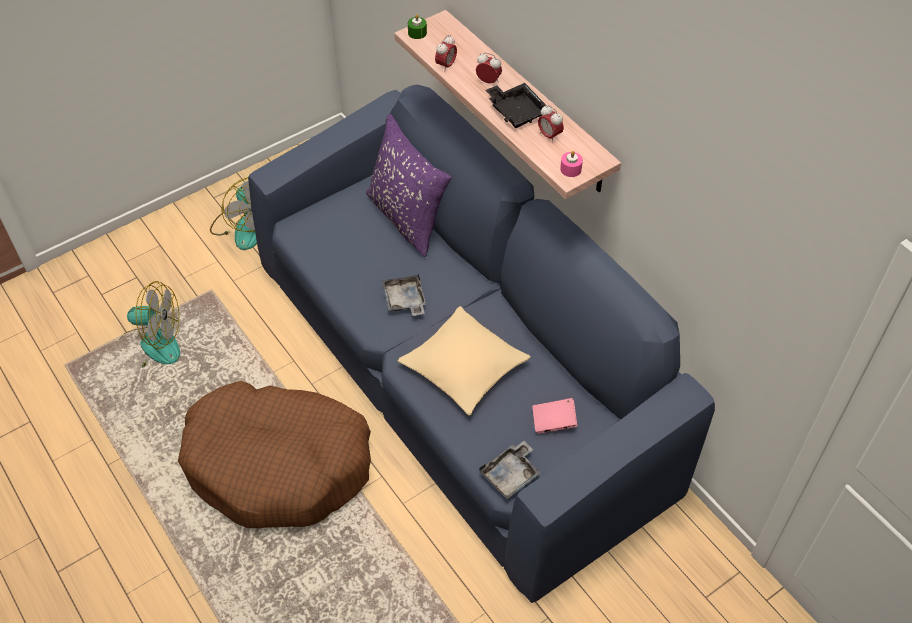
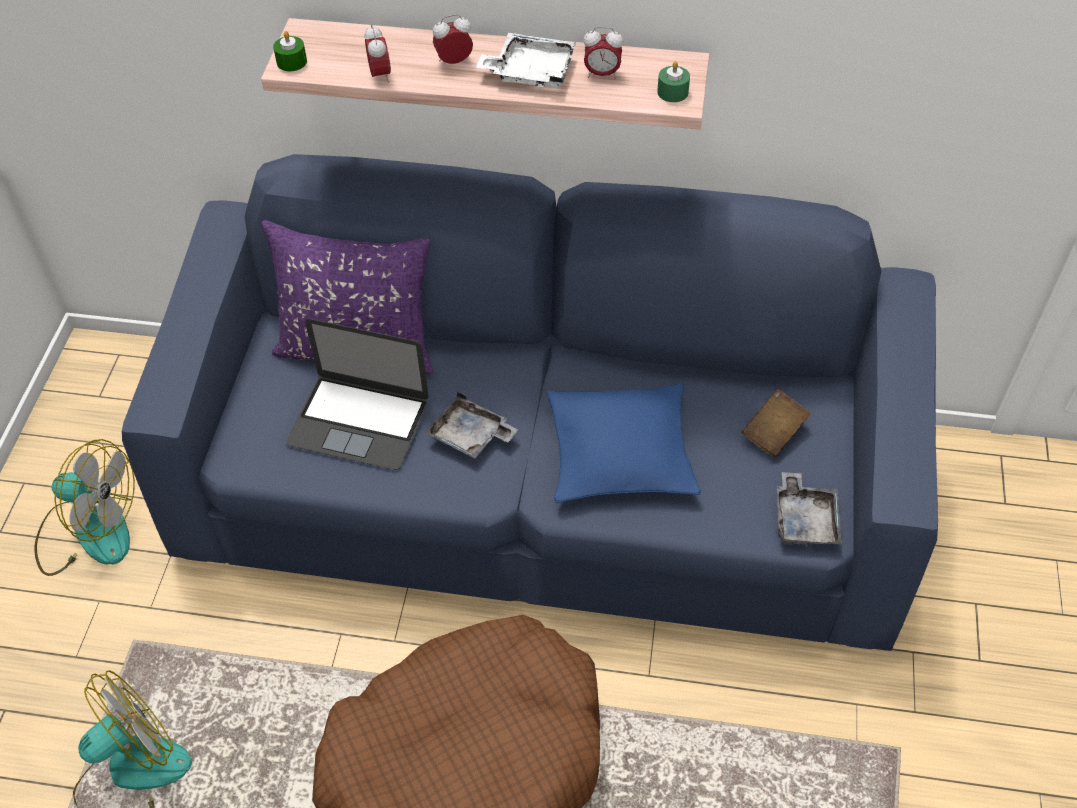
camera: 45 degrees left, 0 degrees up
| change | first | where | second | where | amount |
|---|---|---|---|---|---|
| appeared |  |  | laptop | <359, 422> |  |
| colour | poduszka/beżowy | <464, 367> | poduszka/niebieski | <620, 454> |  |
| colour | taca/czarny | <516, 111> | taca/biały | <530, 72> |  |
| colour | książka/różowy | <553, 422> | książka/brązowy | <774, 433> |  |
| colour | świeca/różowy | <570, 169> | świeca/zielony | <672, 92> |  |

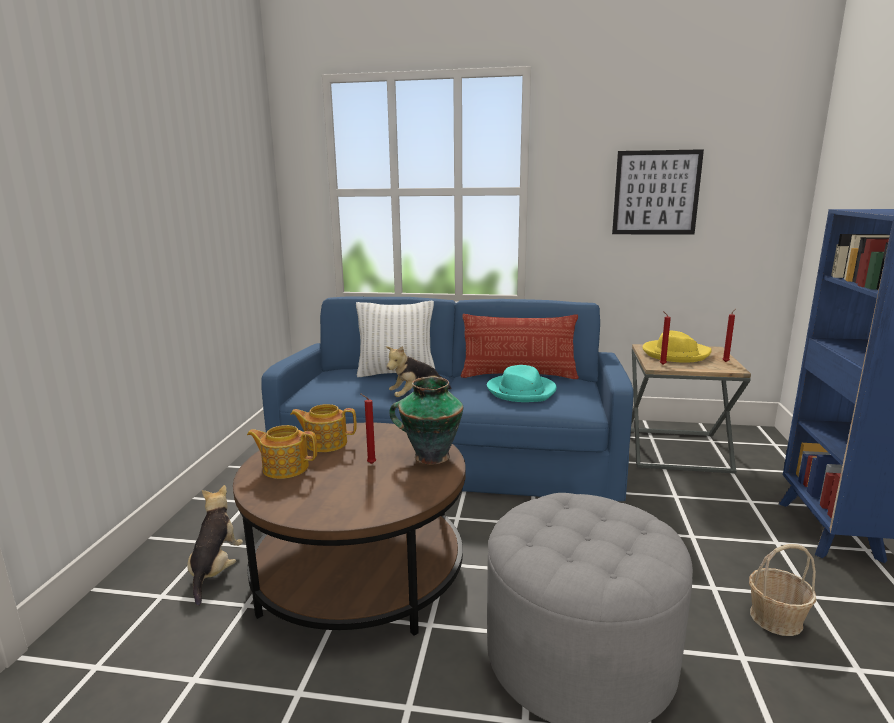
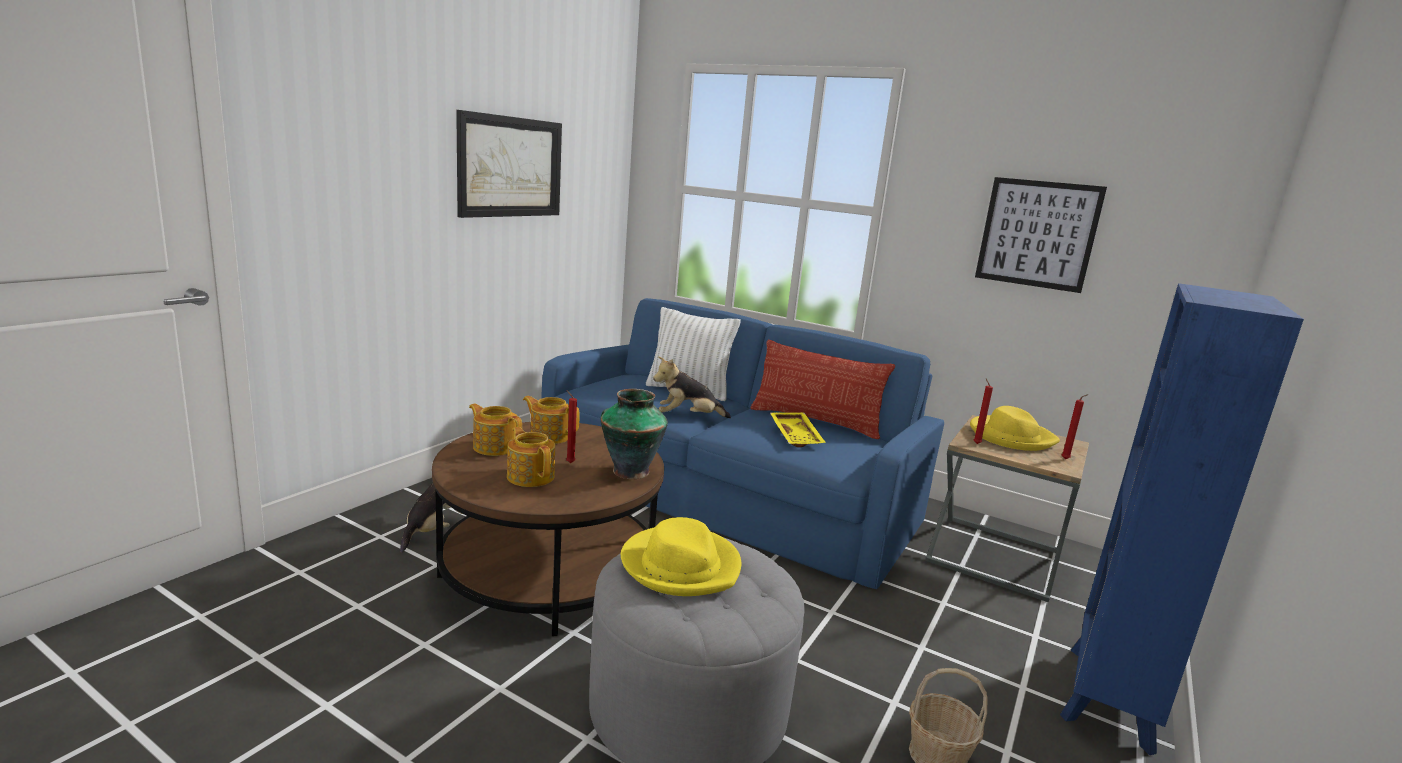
camera: 20 degrees right, 0 degrees up
| change | first | where | second | where | amount |
|---|---|---|---|---|---|
| appeared |  |  | obraz | <510, 167> |  |
| appeared |  |  | imbryk | <531, 476> |  |
| appeared |  |  | kapelusz/żółty | <681, 565> |  |
| exchanged | kapelusz/turkusowy | <521, 391> | taca/żółty | <797, 436> |  |

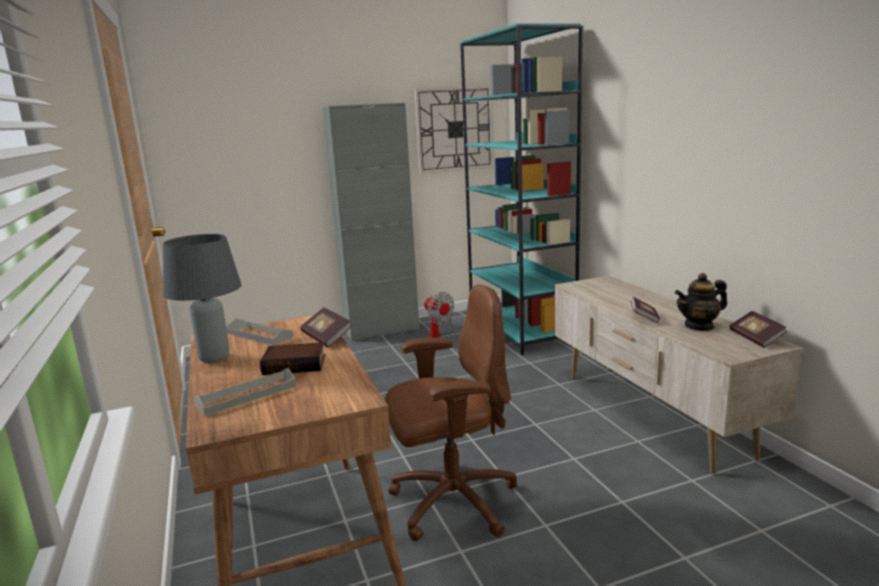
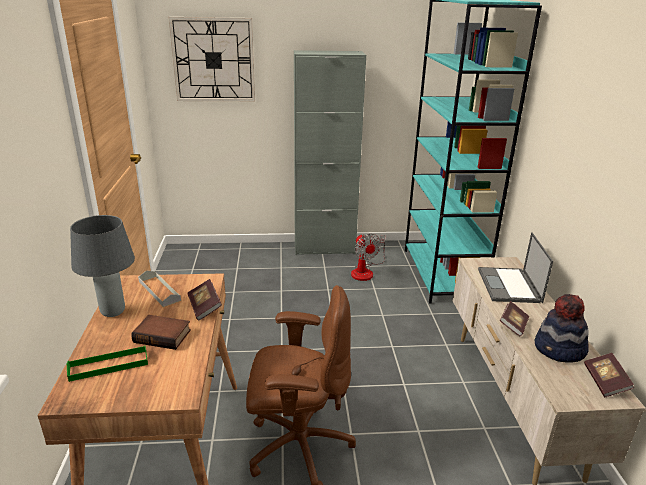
camera: 15 degrees right, 10 degrees up
| change | first | where | second | where | amount |
|---|---|---|---|---|---|
| appeared |  |  | laptop | <509, 286> |  |
| relocated | zegar ścienny | <454, 129> |  | <213, 60> |  |
| exchanged | imbryk | <699, 326> | kapelusz | <559, 350> |  |
| colour | taca/szary | <247, 396> | taca/zielony | <109, 365> |  |

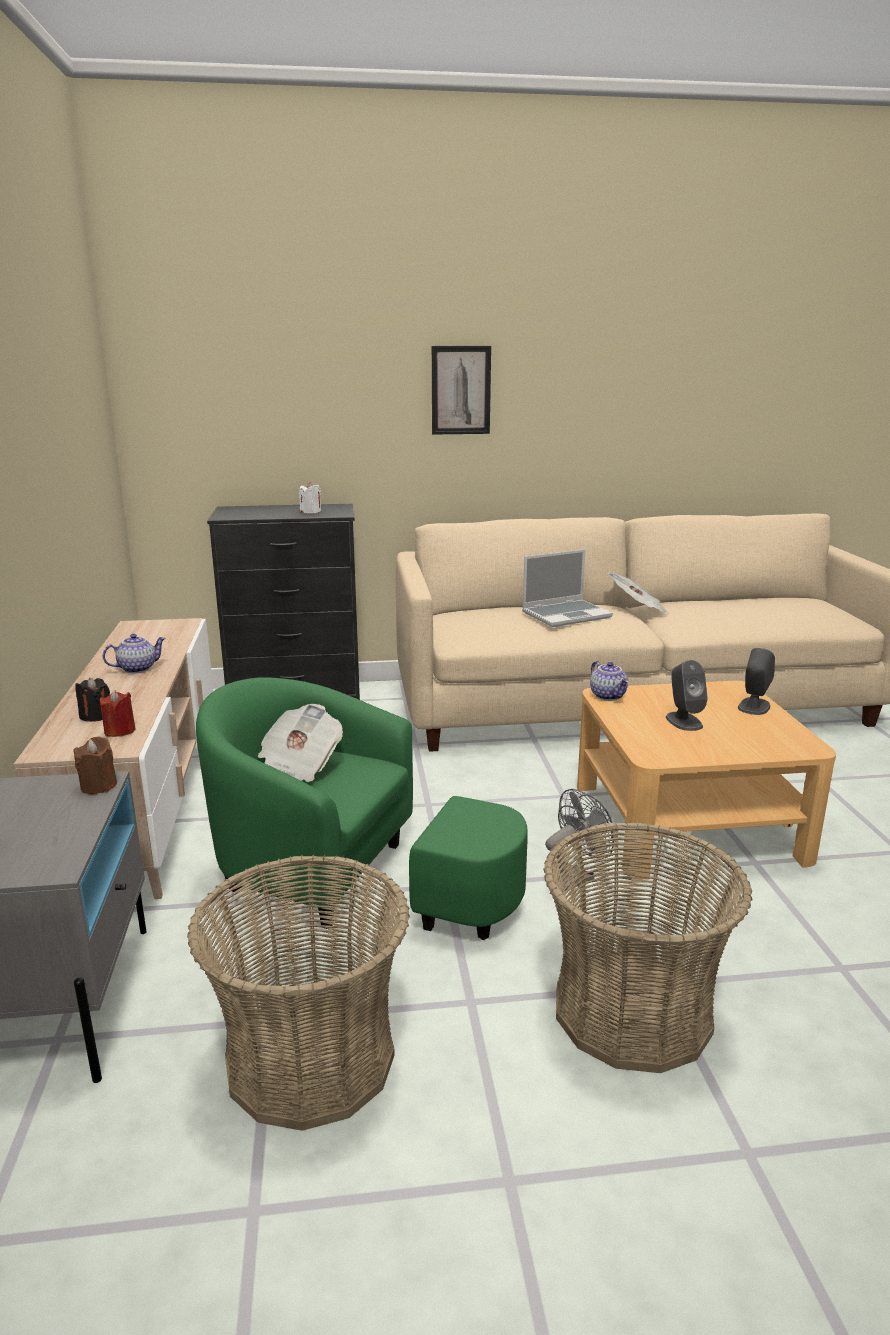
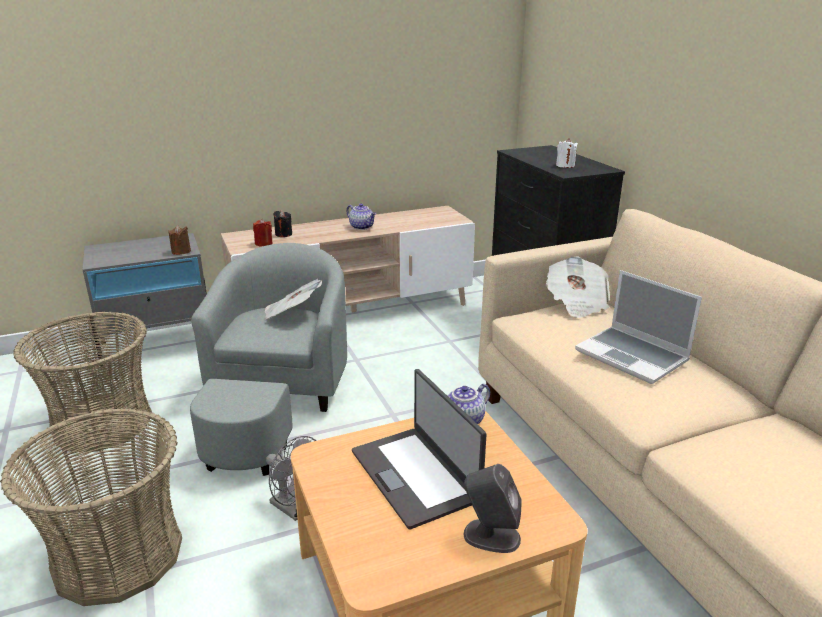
camera: 75 degrees right, 5 degrees up
| change | first | where | second | where | amount |
|---|---|---|---|---|---|
| missing | obraz | <461, 390> |  |  |  |
| relocated | gazeta | <638, 609> |  | <576, 303> |  |
| exchanged | głośnik/szary | <683, 721> | laptop | <415, 475> |  |
| colour | fotel/zielony | <347, 879> | fotel/szary | <277, 399> |  |

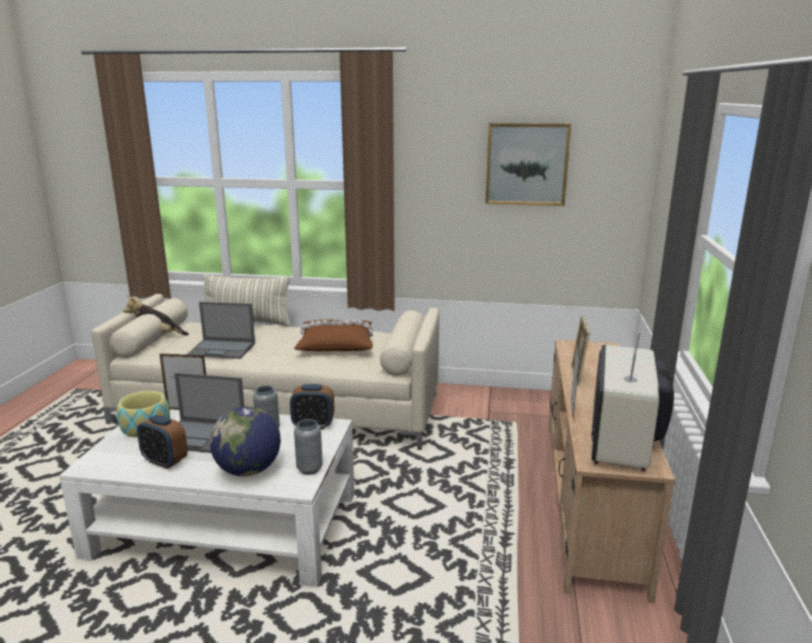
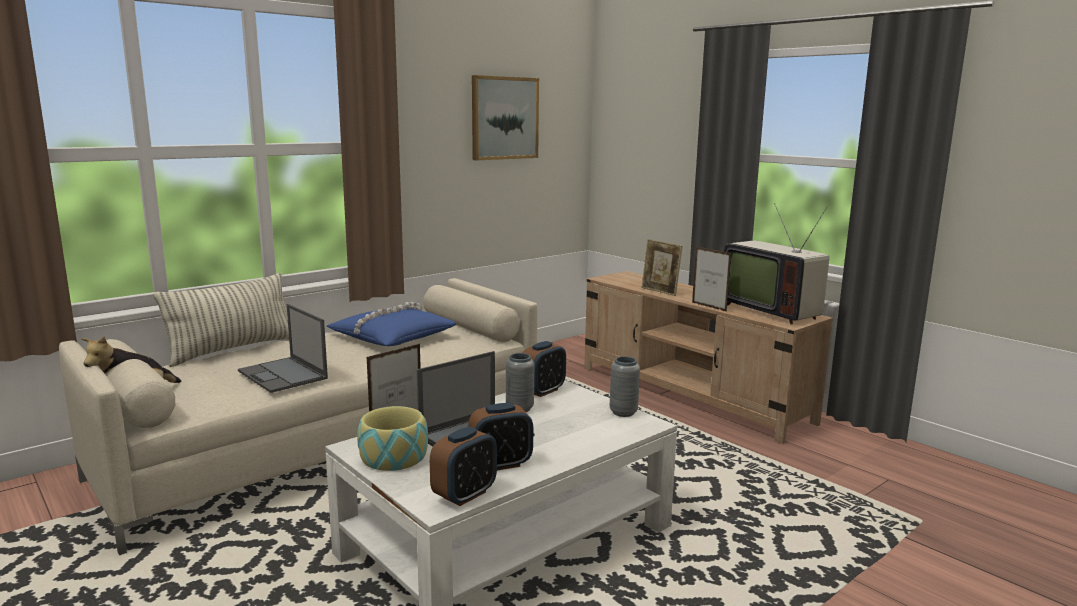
camera: 50 degrees left, 5 degrees down
| change | first | where | second | where | amount |
|---|---|---|---|---|---|
| missing | globus | <248, 470> |  |  |  |
| appeared |  |  | budzik | <464, 495> |  |
| colour | poduszka/brązowy | <336, 344> | poduszka/niebieski | <392, 337> |  |
| spun | laptop | <222, 349> |  | <283, 375> | 90 degrees clockwise |

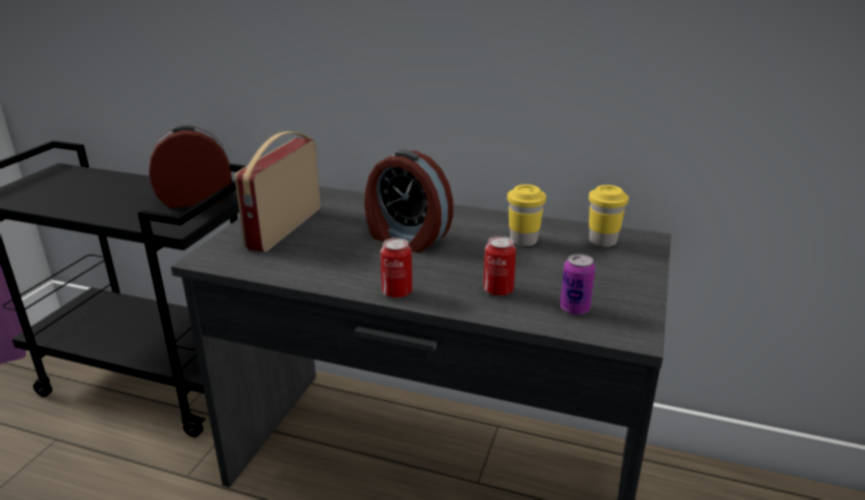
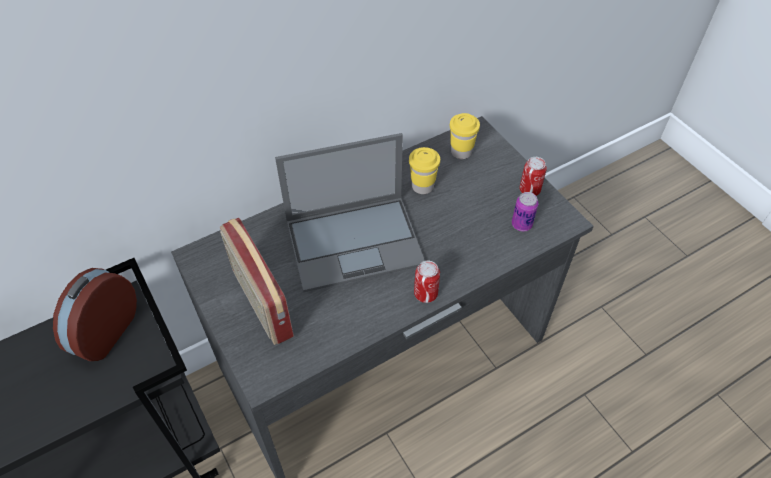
camera: 50 degrees left, 25 degrees up
| change | first | where | second | where | amount |
|---|---|---|---|---|---|
| relocated | puszka | <498, 290> |  | <529, 190> |  |
| exchanged | budzik | <406, 238> | laptop | <356, 241> |  |

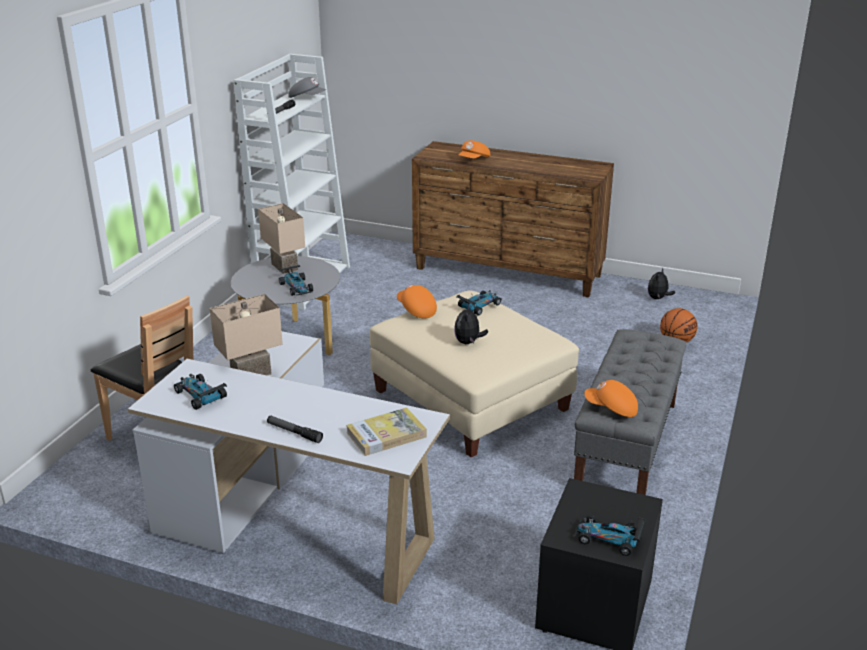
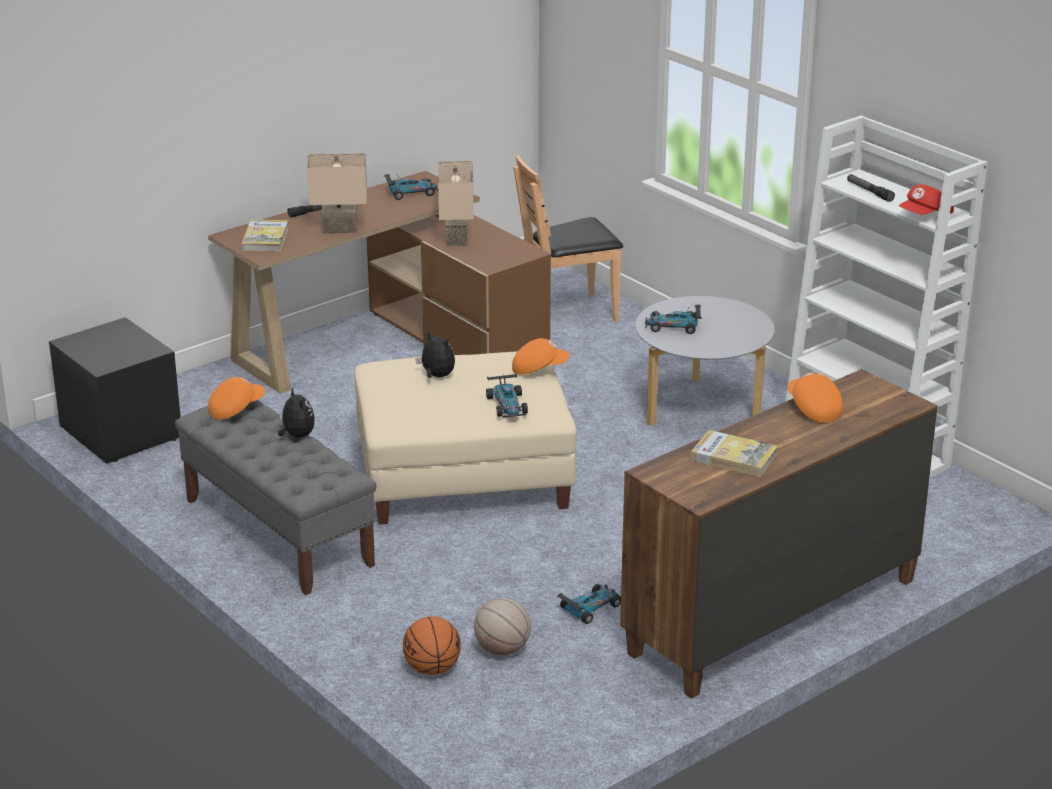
camera: 120 degrees right, 0 degrees up
| change | first | where | second | where | amount |
|---|---|---|---|---|---|
| appeared |  |  | piłka do koszykówki | <502, 650> |  |
| appeared |  |  | książka | <734, 457> |  |
| relocated | lampa stołowa/beżowy | <286, 266> |  | <339, 229> |  |
| relocated | samochodzik | <608, 539> |  | <590, 608> |  |
| relocated | pluszak | <658, 298> |  | <297, 436> |  |
| colour | biurko/biały | <288, 512> | biurko/brązowy | <390, 345> |  |
| colour | czapka z daszkiem/szary | <307, 98> | czapka z daszkiem/czerwony | <925, 216> |  |

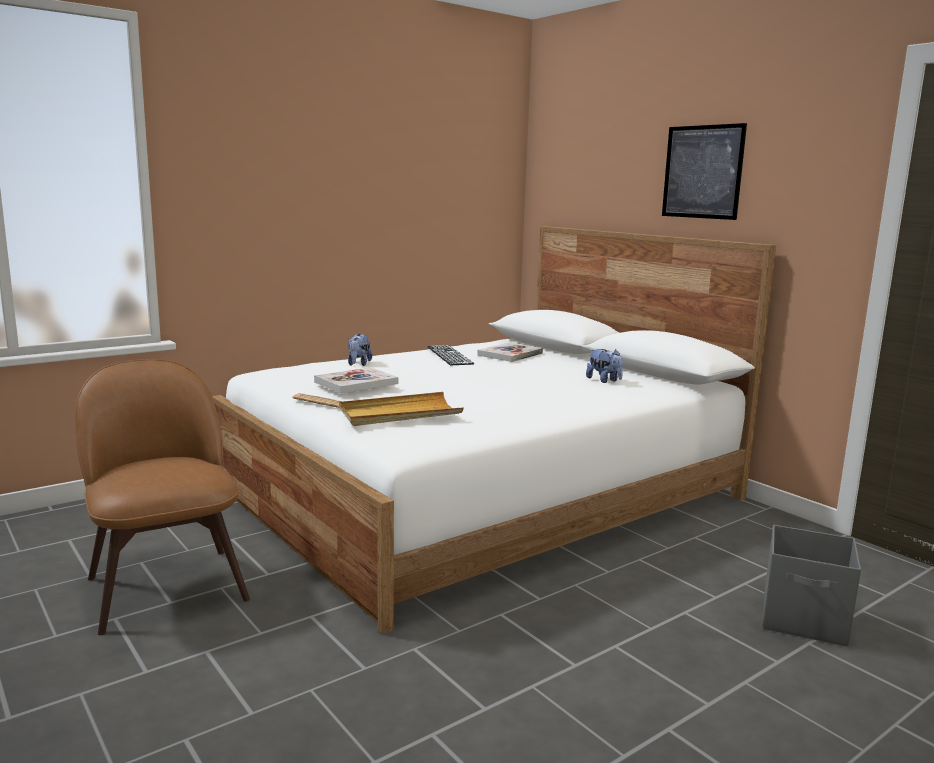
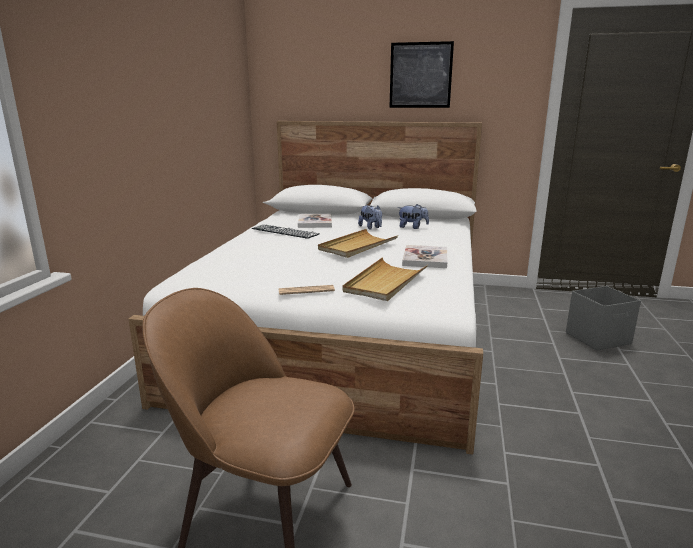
camera: 40 degrees left, 5 degrees up
| change | first | where | second | where | amount |
|---|---|---|---|---|---|
| appeared |  |  | taca/beżowy | <357, 246> |  |
| relocated | książka | <356, 383> |  | <425, 258> |  |
| relocated | pluszak | <358, 364> |  | <371, 227> |  |

